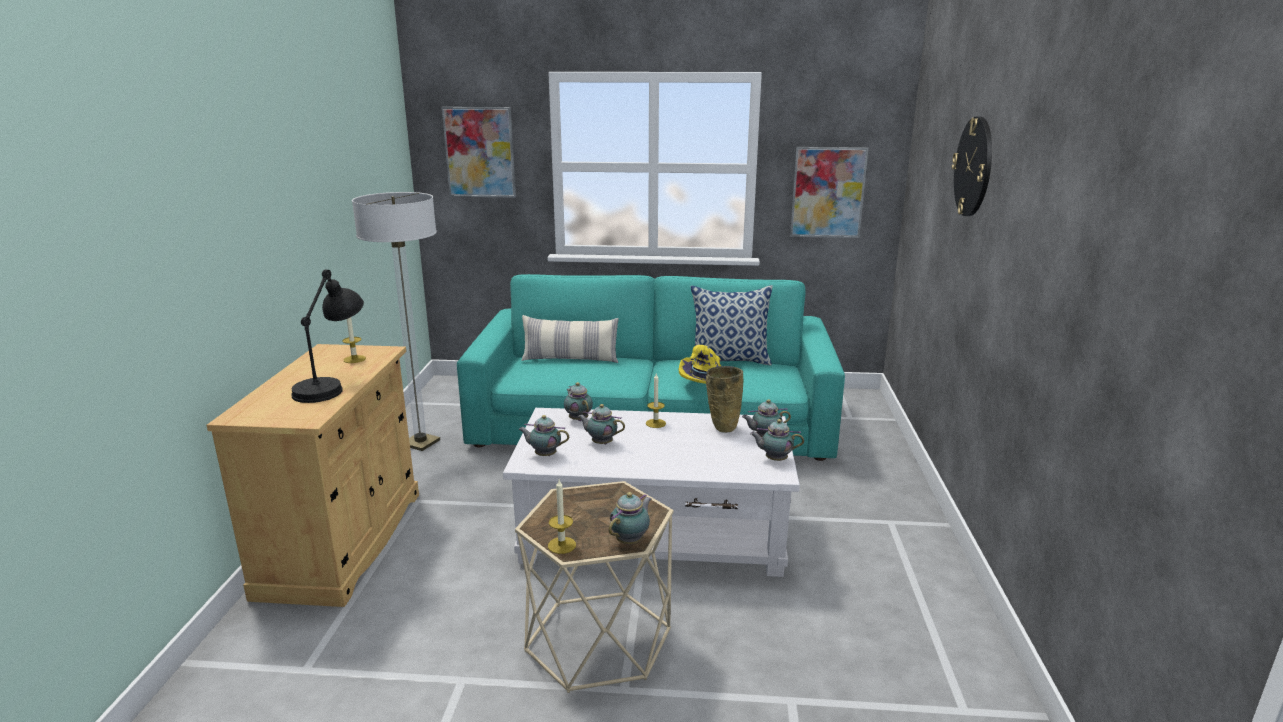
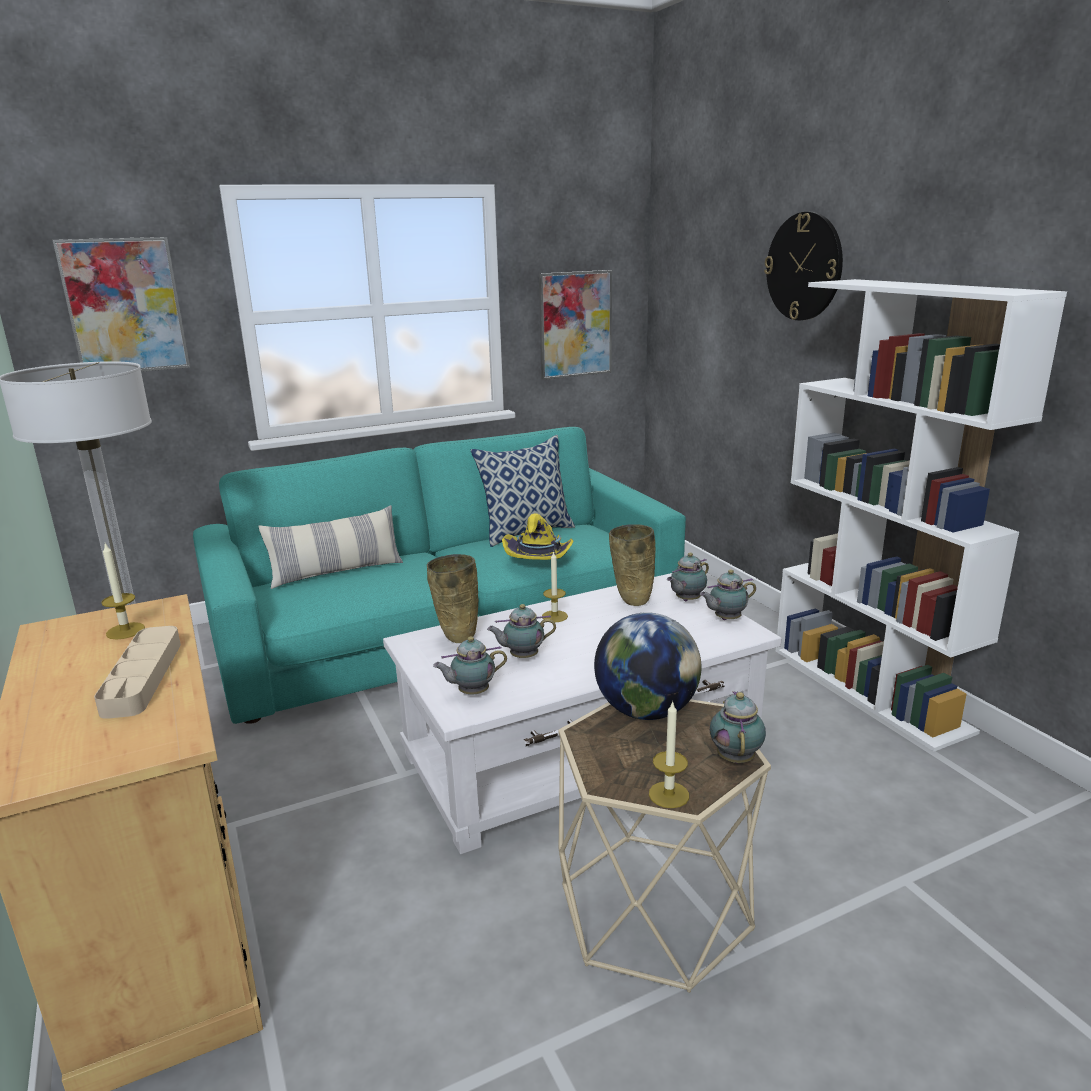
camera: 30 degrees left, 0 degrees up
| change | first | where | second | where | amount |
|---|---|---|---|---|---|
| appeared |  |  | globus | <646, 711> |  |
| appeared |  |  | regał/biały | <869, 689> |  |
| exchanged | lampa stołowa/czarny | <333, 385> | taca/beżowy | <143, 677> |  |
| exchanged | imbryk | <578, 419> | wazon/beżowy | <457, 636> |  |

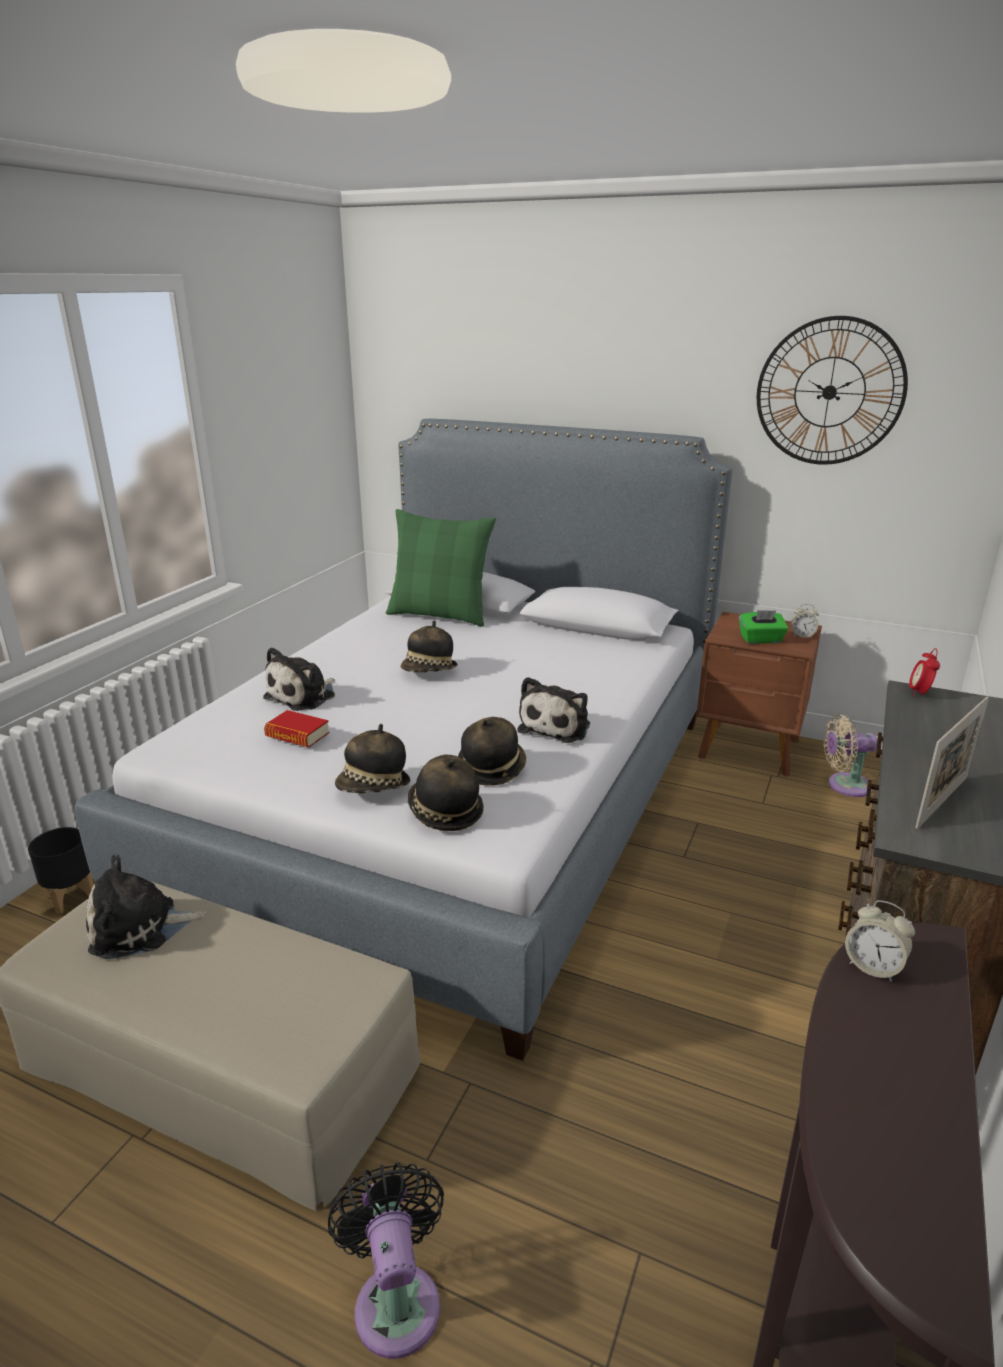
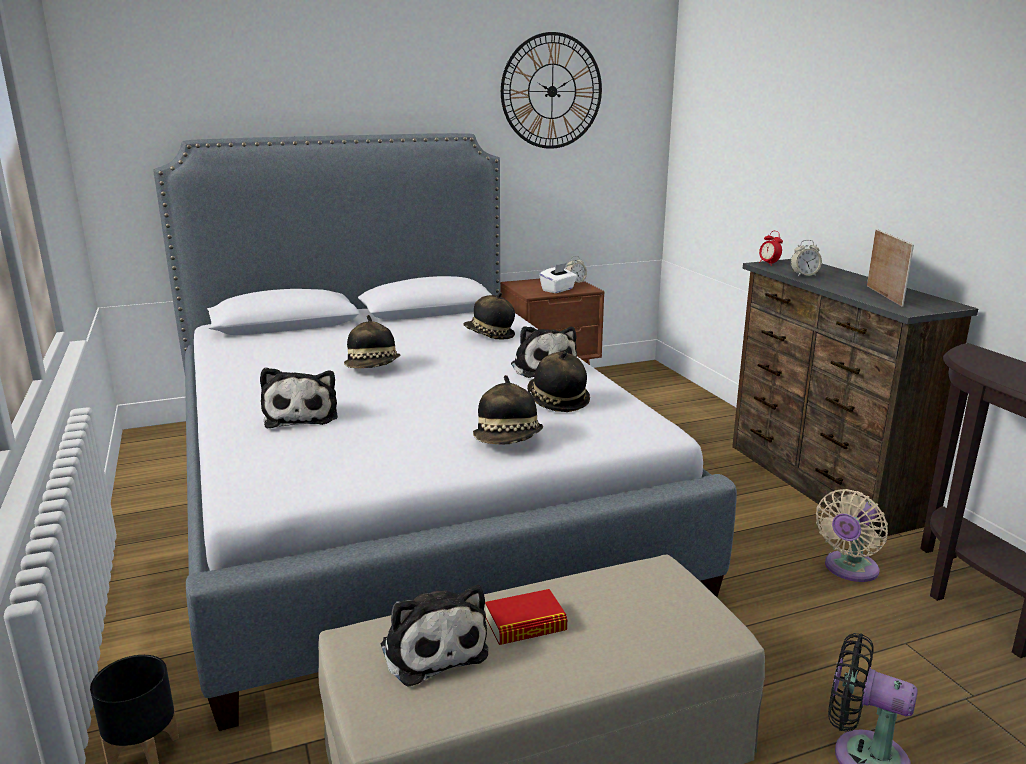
camera: 45 degrees left, 5 degrees down
| change | first | where | second | where | amount |
|---|---|---|---|---|---|
| missing | poduszka/zielony | <440, 615> |  |  |  |
| relocated | książka | <297, 735> |  | <525, 625> |  |
| relocated | kapelusz | <444, 812> |  | <489, 336> |  |
| relocated | wentylator/beżowy | <844, 785> |  | <848, 570> |  |
| relocated | budzik | <873, 966> |  | <804, 275> |  |
| colour | pudełko chusteczek/zielony | <761, 640> | pudełko chusteczek/biały | <558, 290> |  |
| spun | pluszak | <140, 928> |  | <432, 648> | 60 degrees counterclockwise |

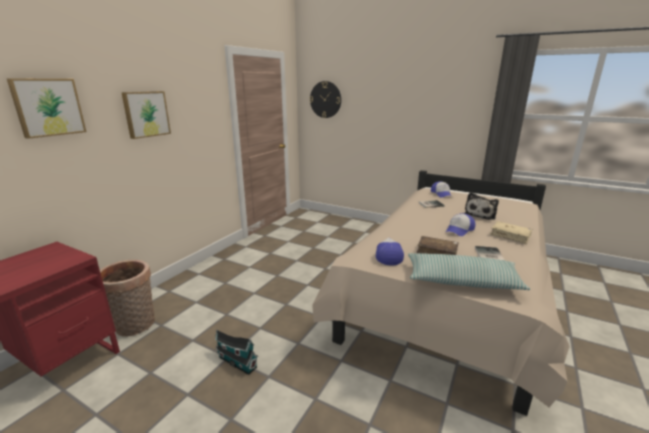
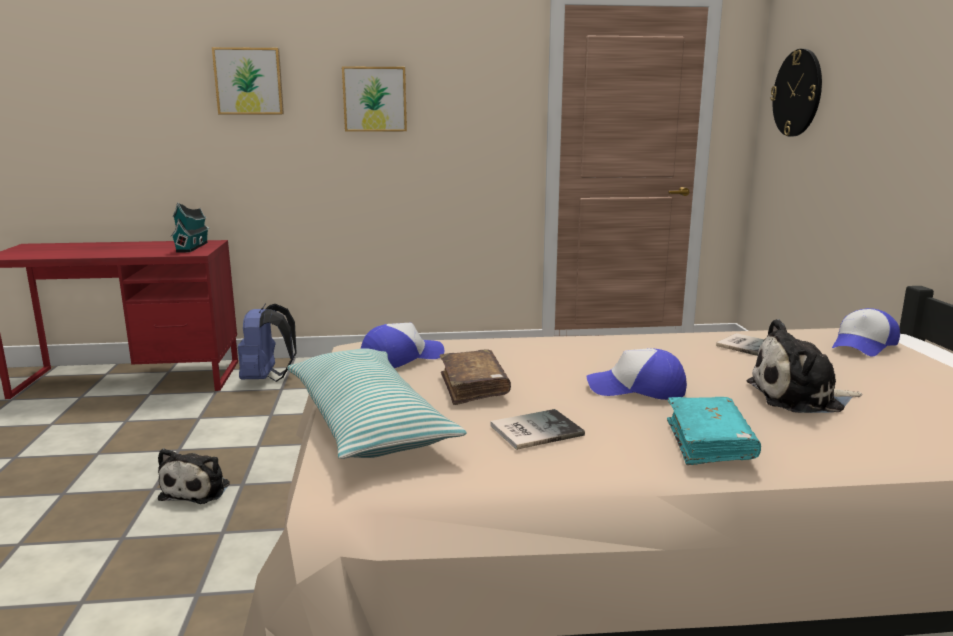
camera: 55 degrees right, 5 degrees down
| change | first | where | second | where | amount |
|---|---|---|---|---|---|
| appeared |  |  | pluszak | <198, 489> |  |
| relocated | domek | <236, 361> |  | <193, 247> |  |
| exchanged | koszyk | <135, 326> | plecak/niebieski | <266, 379> |  |
| colour | książka/beżowy | <510, 236> | książka/turkusowy | <709, 442> |  |

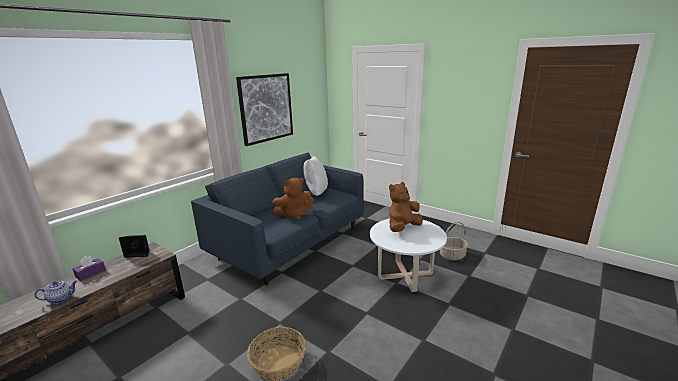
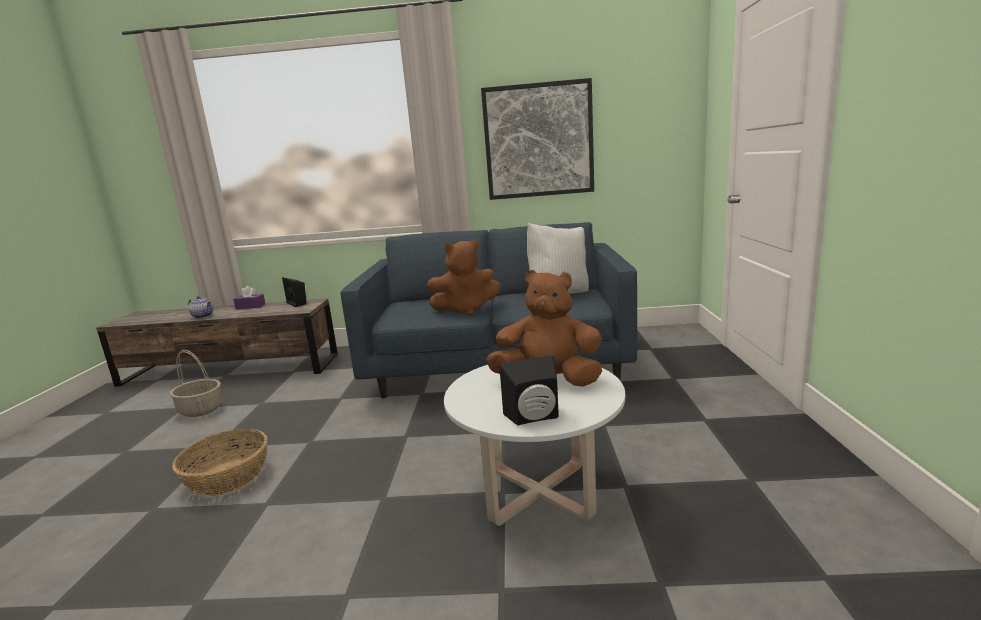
camera: 55 degrees right, 5 degrees down
| change | first | where | second | where | amount |
|---|---|---|---|---|---|
| appeared |  |  | głośnik/czarny | <535, 418> |  |
| relocated | koszyk | <452, 255> |  | <201, 409> |  |
| spun | pluszak/brązowy | <294, 214> |  | <466, 309> | 45 degrees counterclockwise |

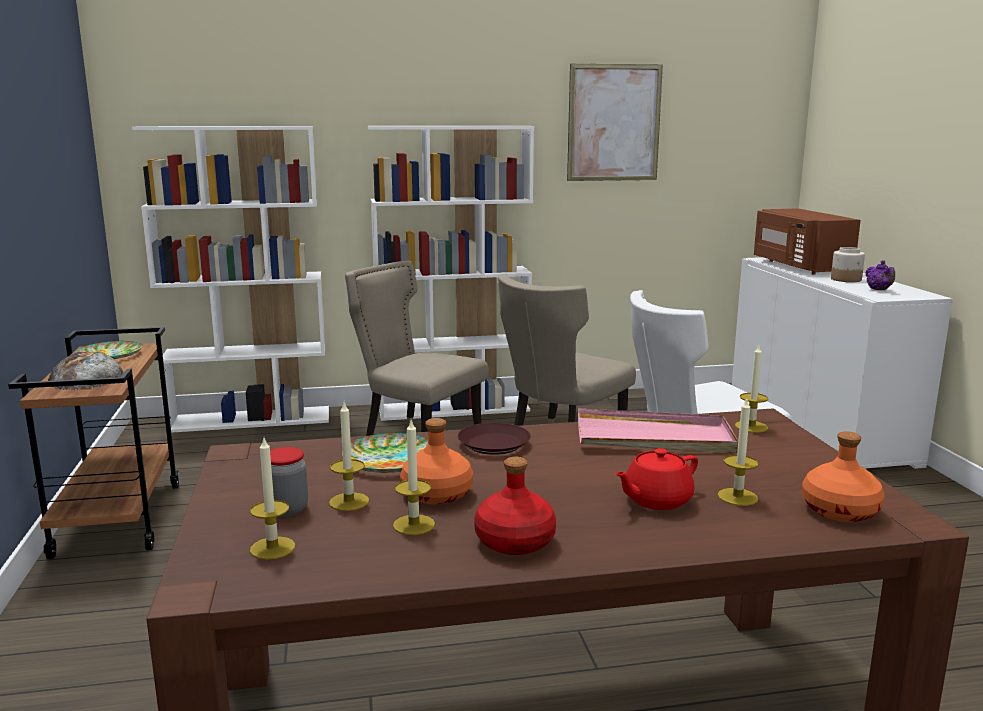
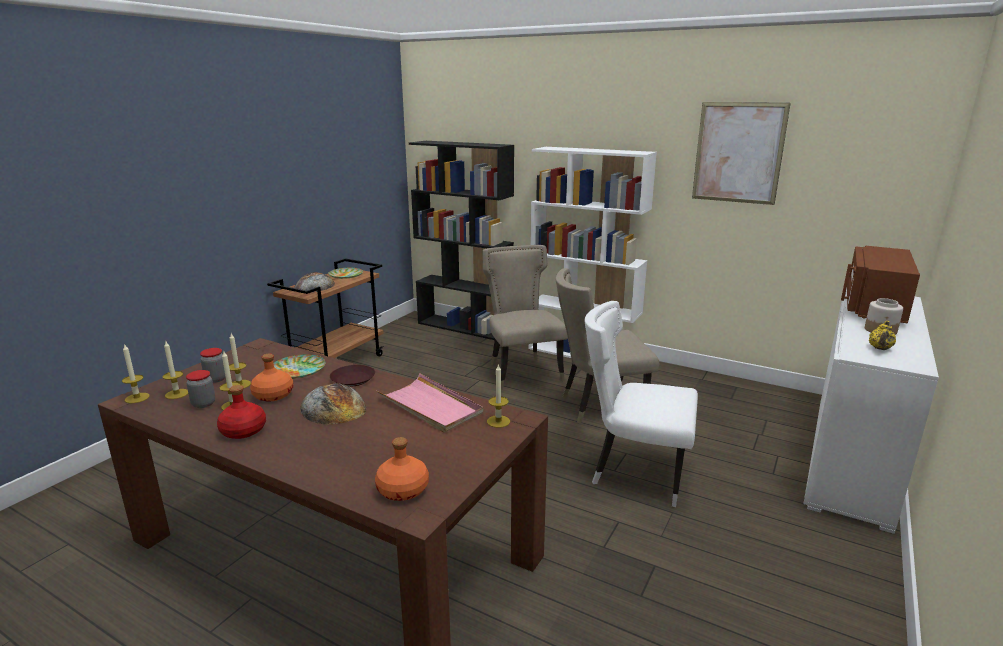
camera: 40 degrees right, 5 degrees up
| change | first | where | second | where | amount |
|---|---|---|---|---|---|
| missing | imbryk/czerwony | <656, 500> |  |  |  |
| appeared |  |  | słoik | <203, 404> |  |
| appeared |  |  | chleb | <333, 407> |  |
| relocated | świeca | <737, 497> |  | <137, 398> |  |
| colour | regał/biały | <252, 419> | regał/czarny | <465, 327> |  |
| colour | imbryk/fioletowy | <879, 290> | imbryk/żółty | <880, 349> |  |

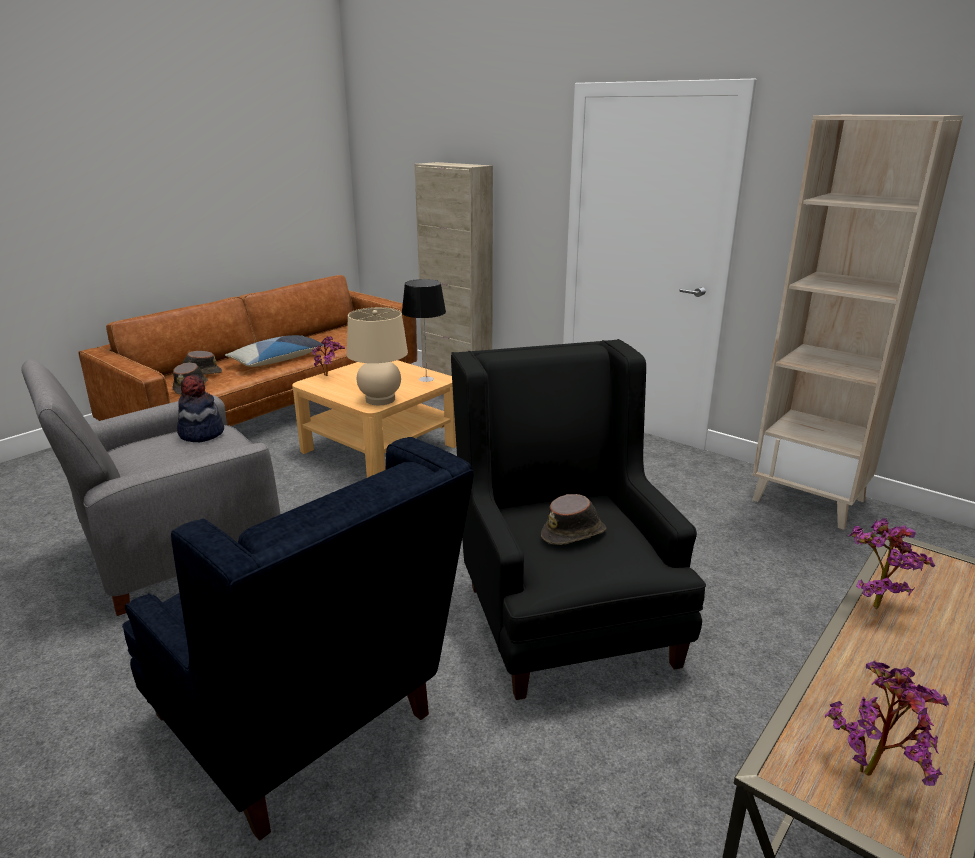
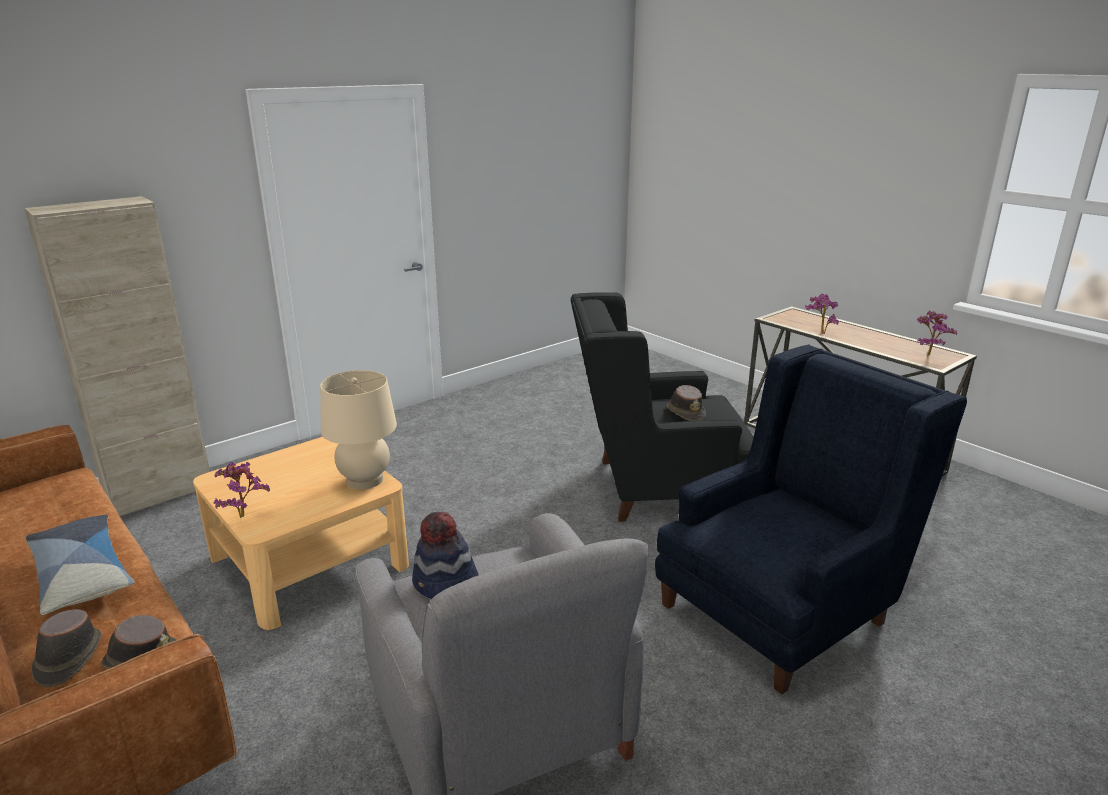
camera: 80 degrees left, 0 degrees up
| change | first | where | second | where | amount |
|---|---|---|---|---|---|
| missing | lampa stołowa | <425, 379> |  |  |  |
| missing | regał/beżowy | <809, 500> |  |  |  |

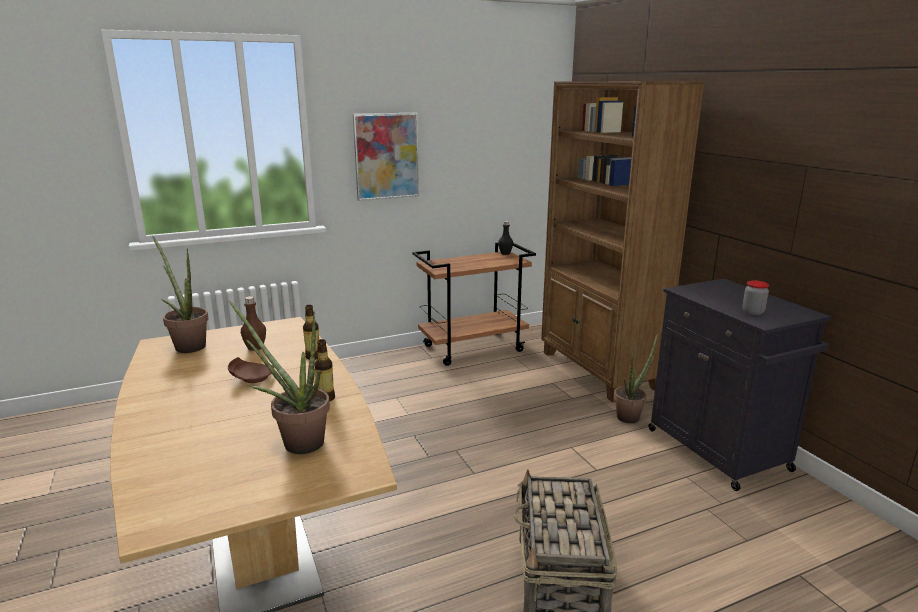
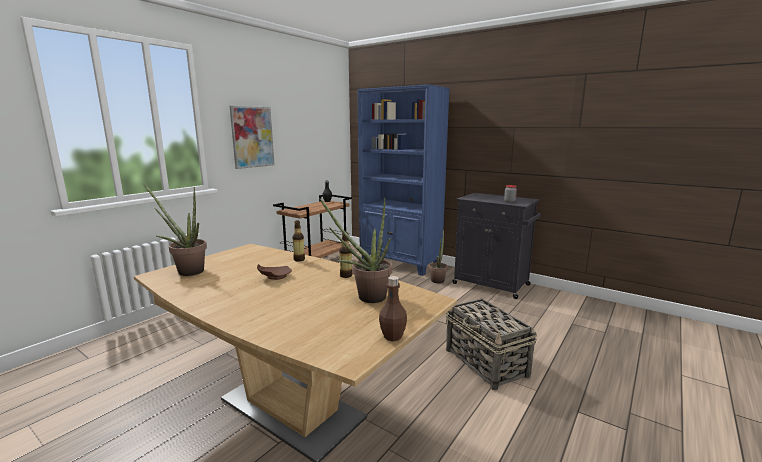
camera: 30 degrees left, 5 degrees down
| change | first | where | second | where | amount |
|---|---|---|---|---|---|
| relocated | butelka/brązowy | <255, 347> |  | <392, 336> |  |
| colour | regał/brązowy | <599, 371> | regał/niebieski | <400, 263> |  |

